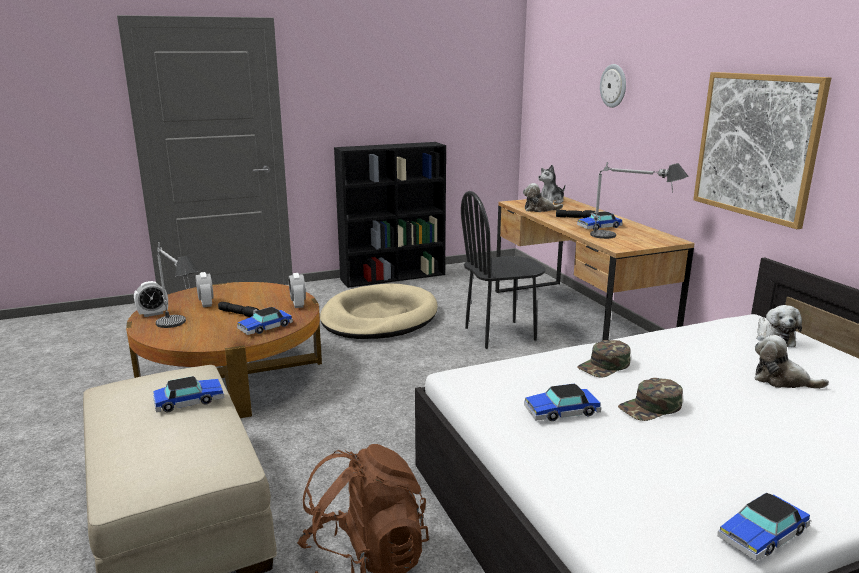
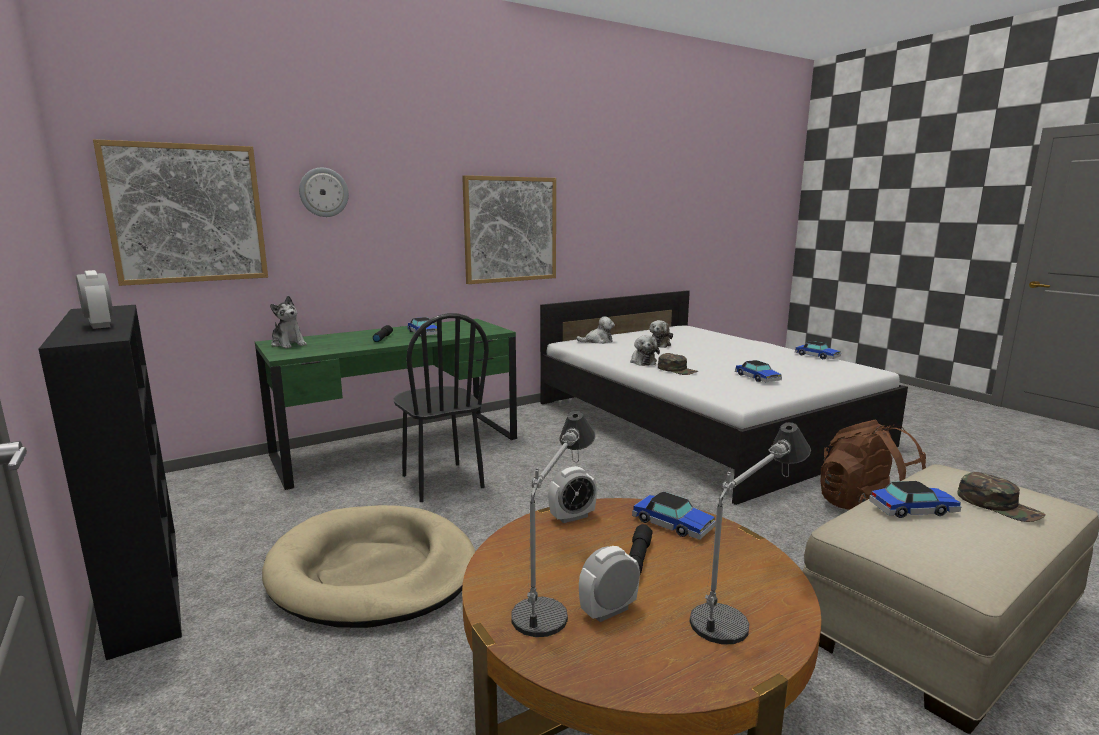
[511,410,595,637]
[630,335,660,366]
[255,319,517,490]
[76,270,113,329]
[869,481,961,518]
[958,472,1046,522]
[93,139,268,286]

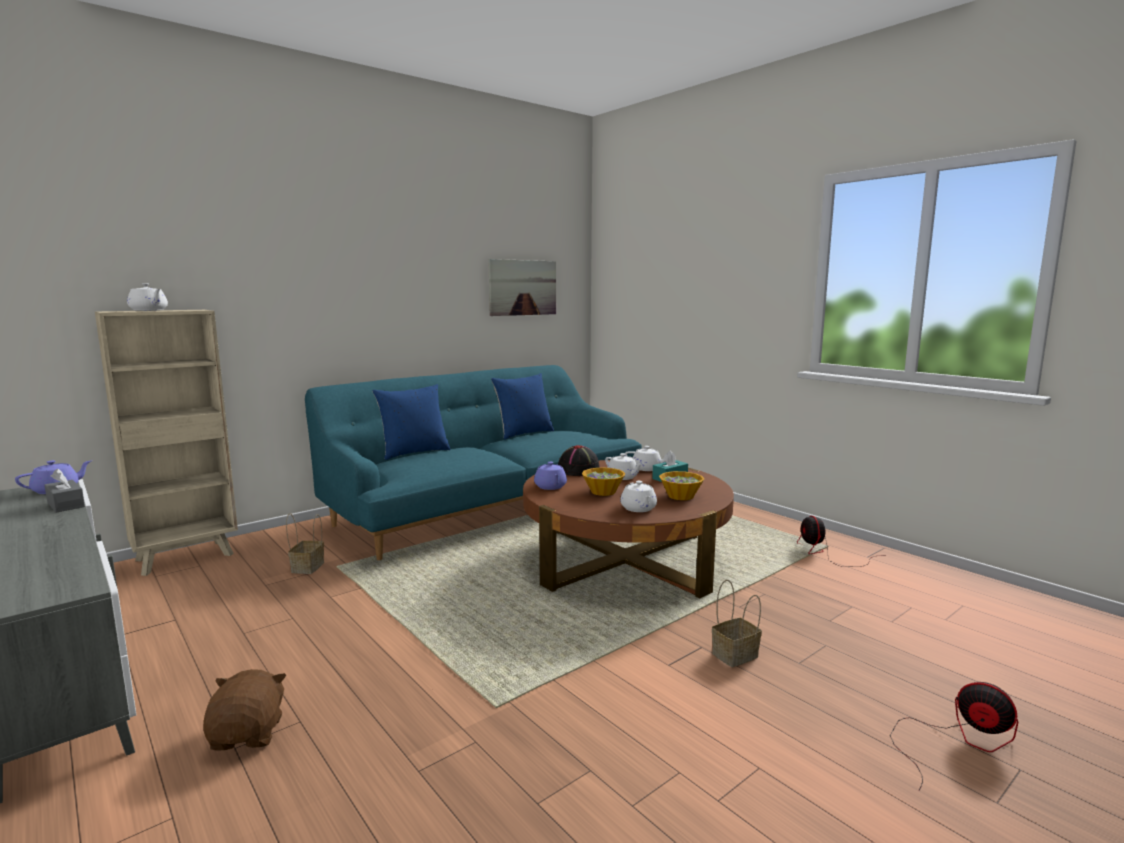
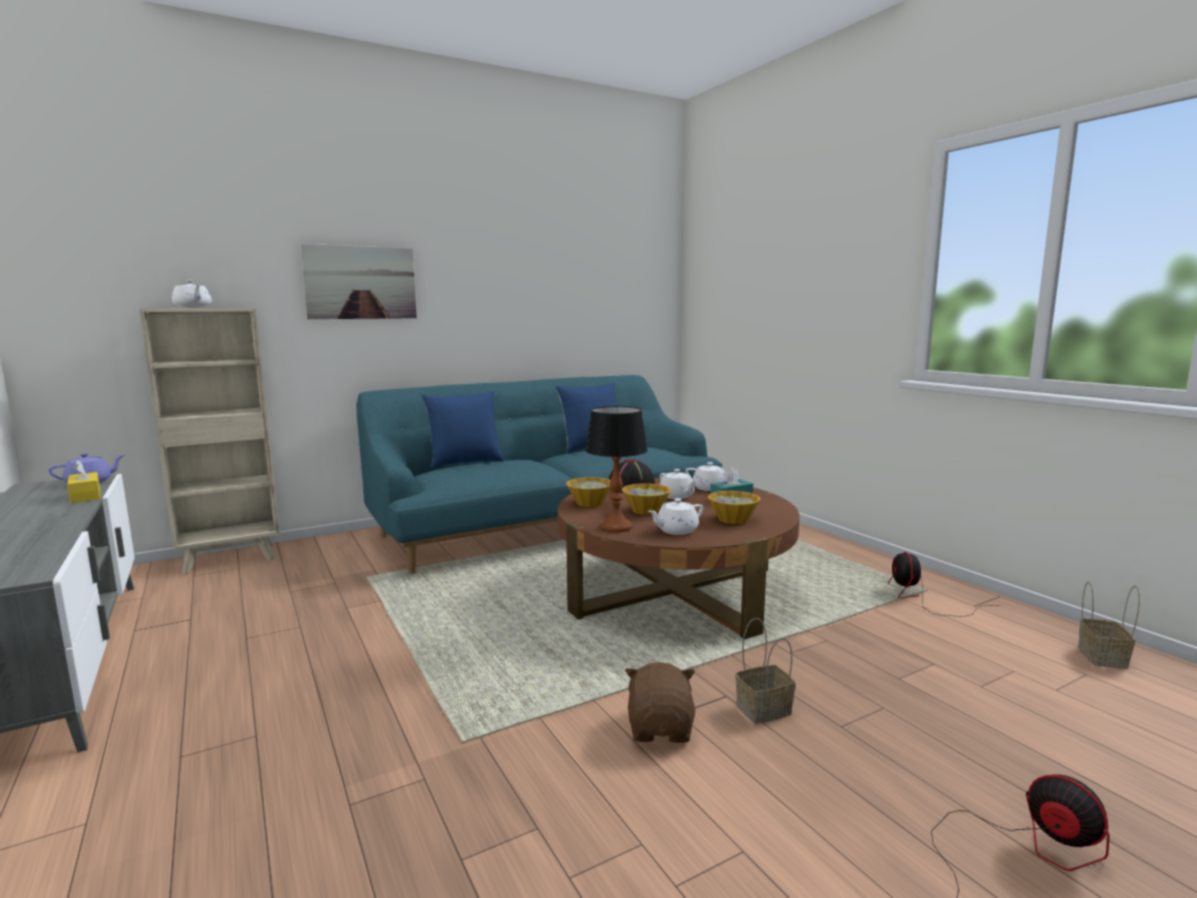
[300,244,417,319]
[566,477,611,507]
[67,460,101,503]
[648,498,703,535]
[1078,582,1140,669]
[625,662,695,743]
[585,406,647,532]

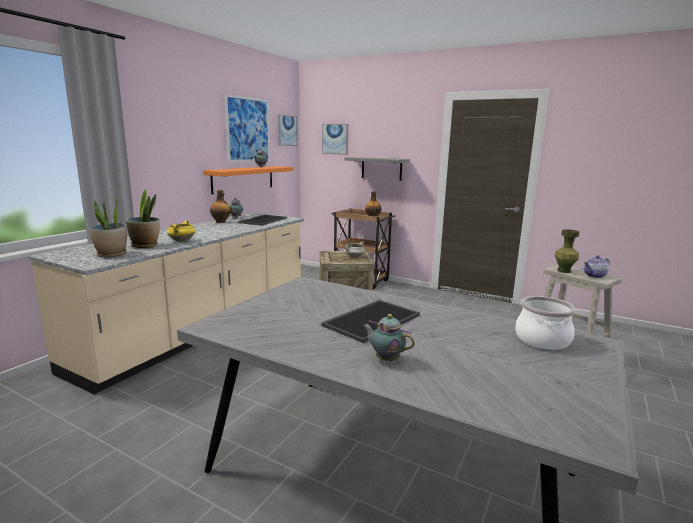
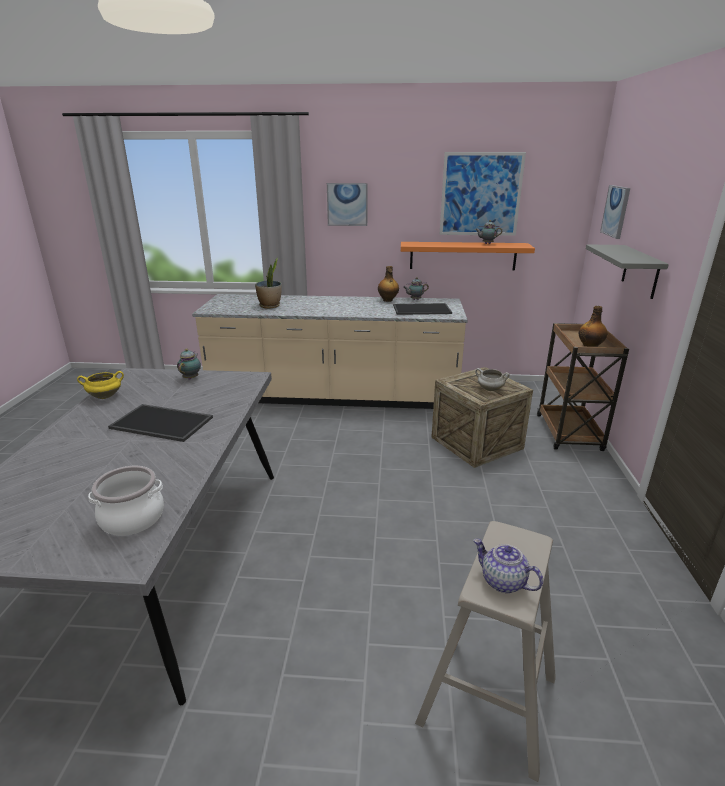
[327,183,368,226]
[89,195,127,257] (first image)
[77,371,124,399]
[555,229,580,273] (first image)
[177,349,201,380]

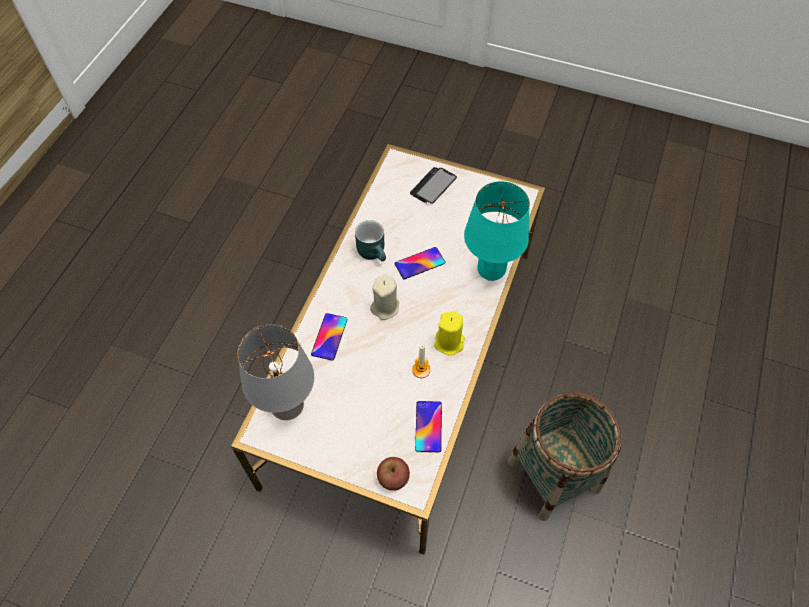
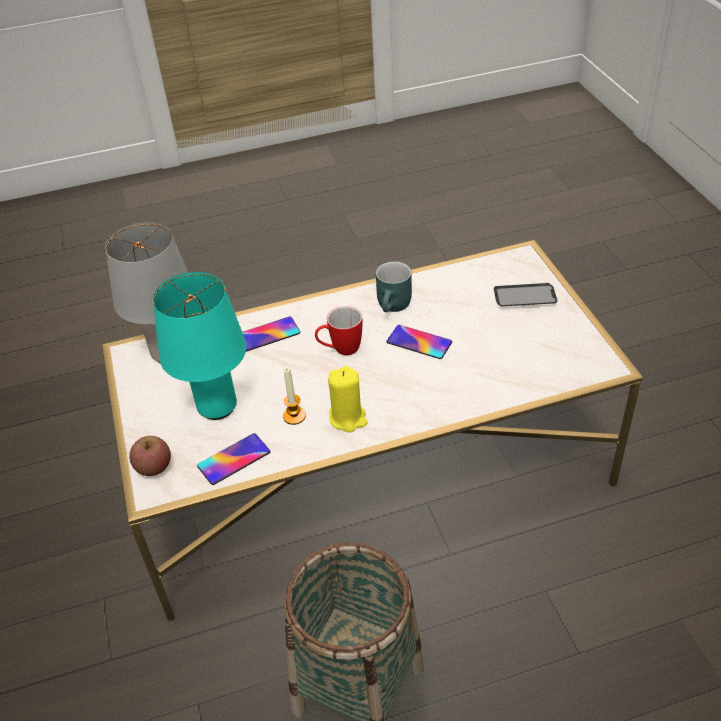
[153,272,246,420]
[315,306,362,355]

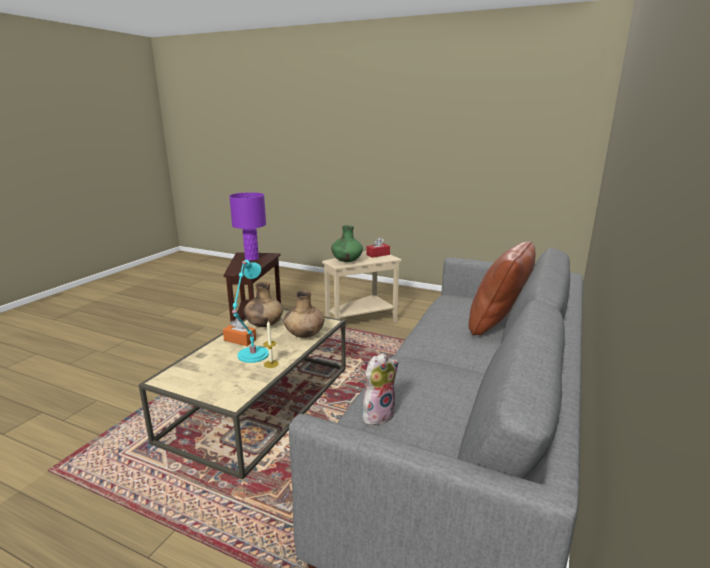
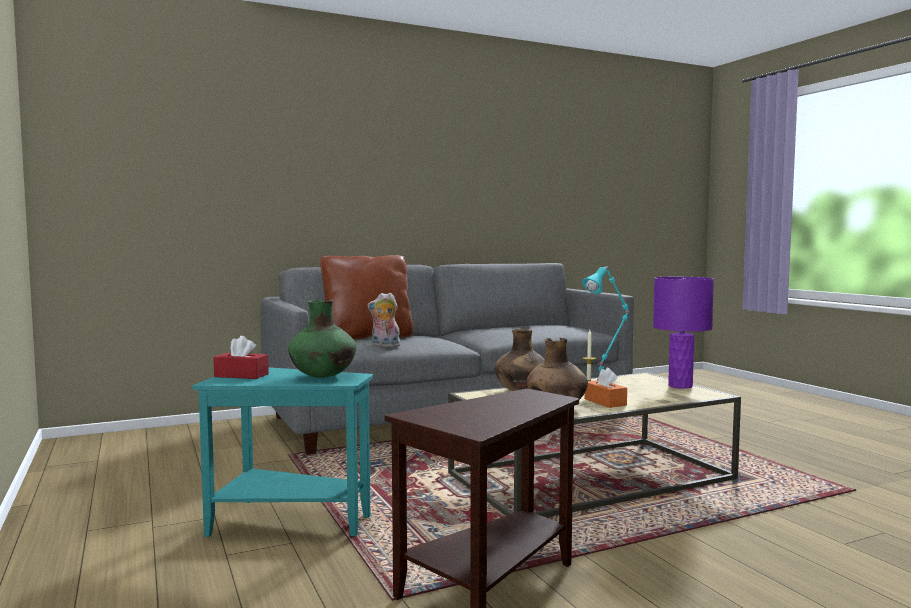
[653,277,714,389]
[193,367,373,537]
[367,293,402,347]

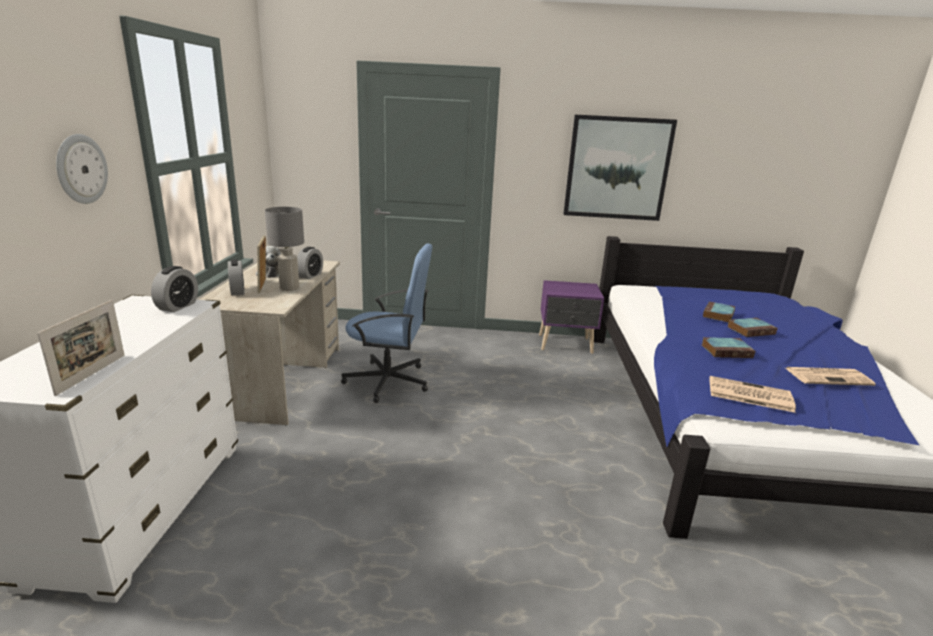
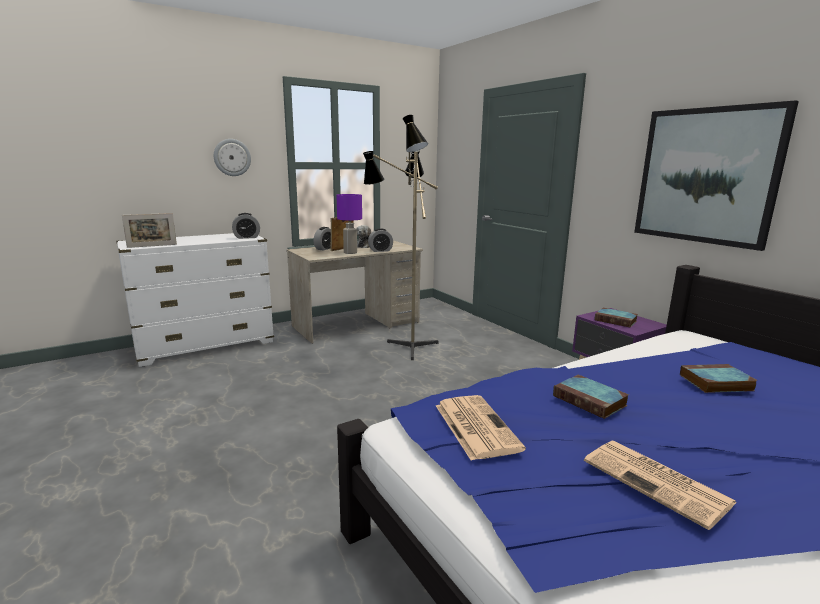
[336,194,362,254]
[363,115,439,360]
[594,308,638,328]

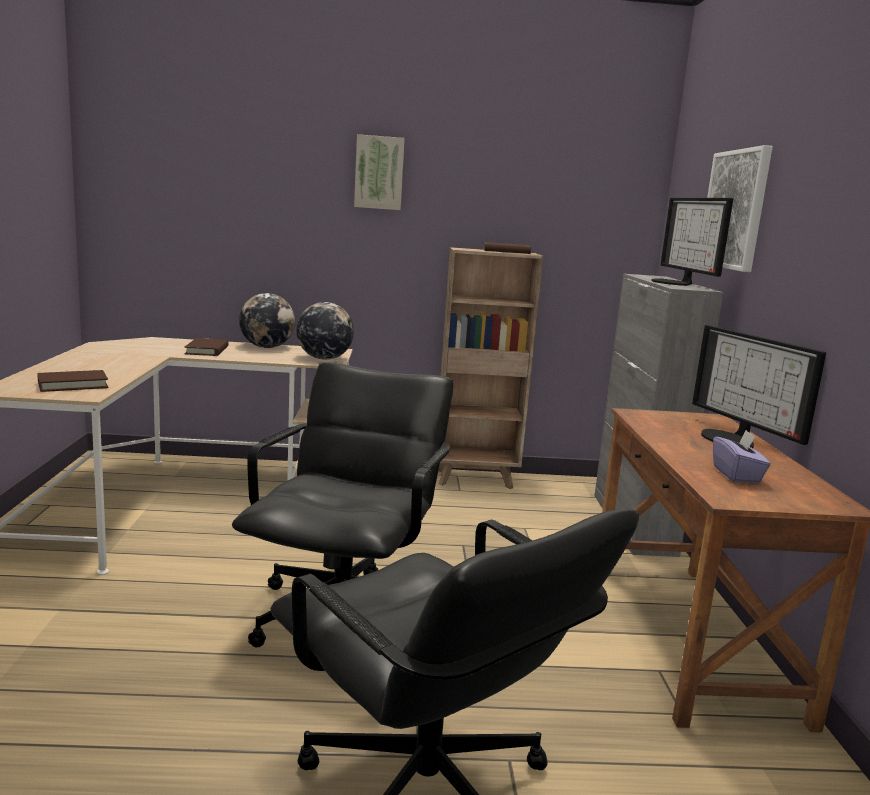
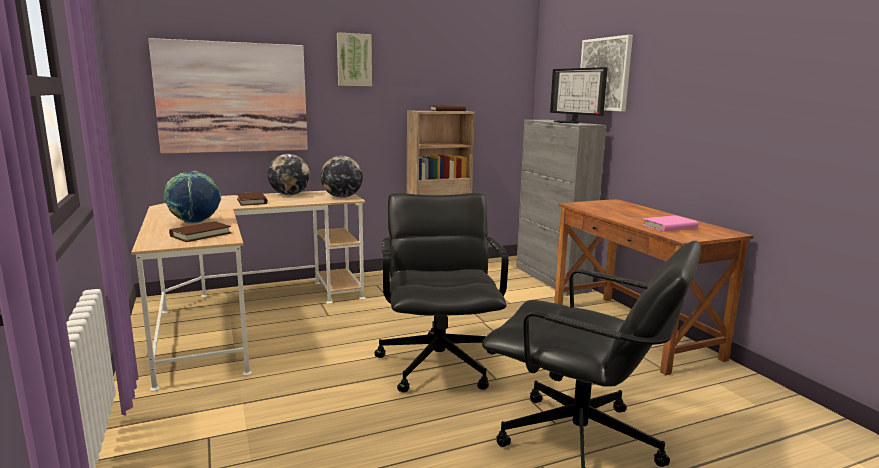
[692,325,826,448] (first image)
[642,215,699,232]
[148,38,308,154]
[164,171,221,224]

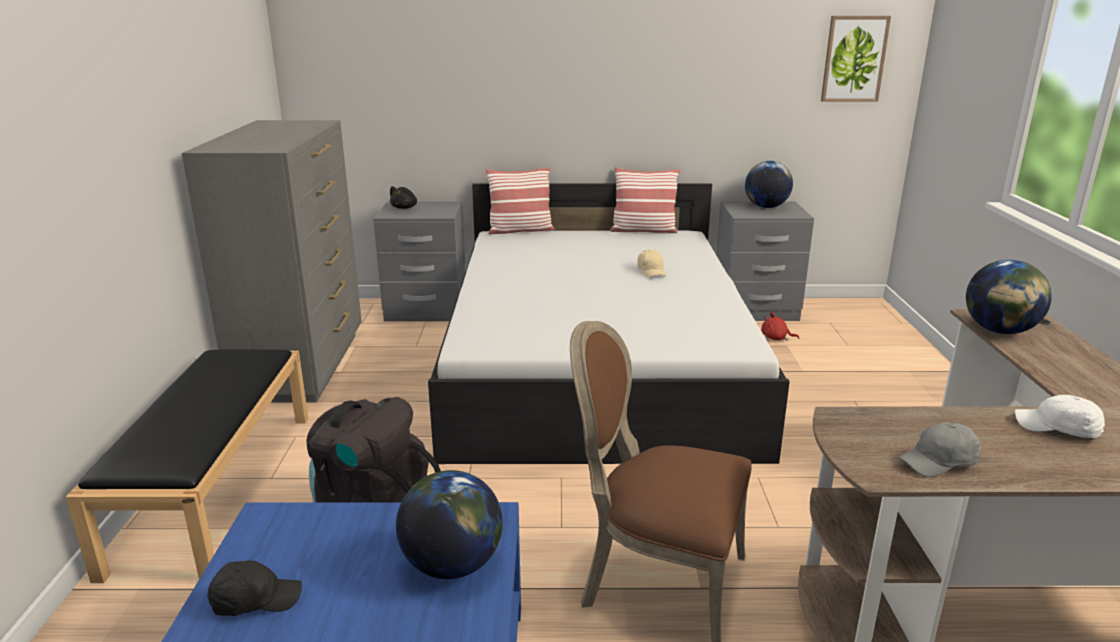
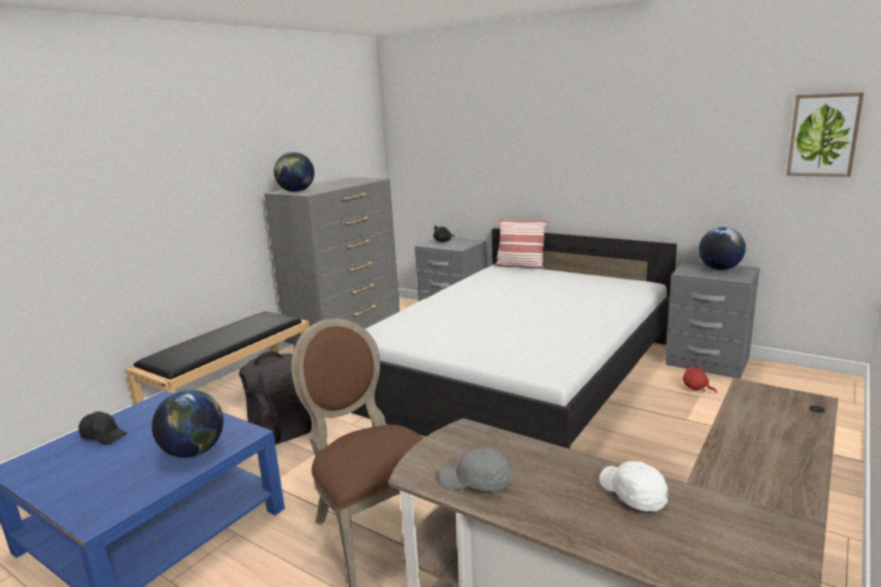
[610,167,680,233] (first image)
[637,250,666,278] (first image)
[274,152,314,192]

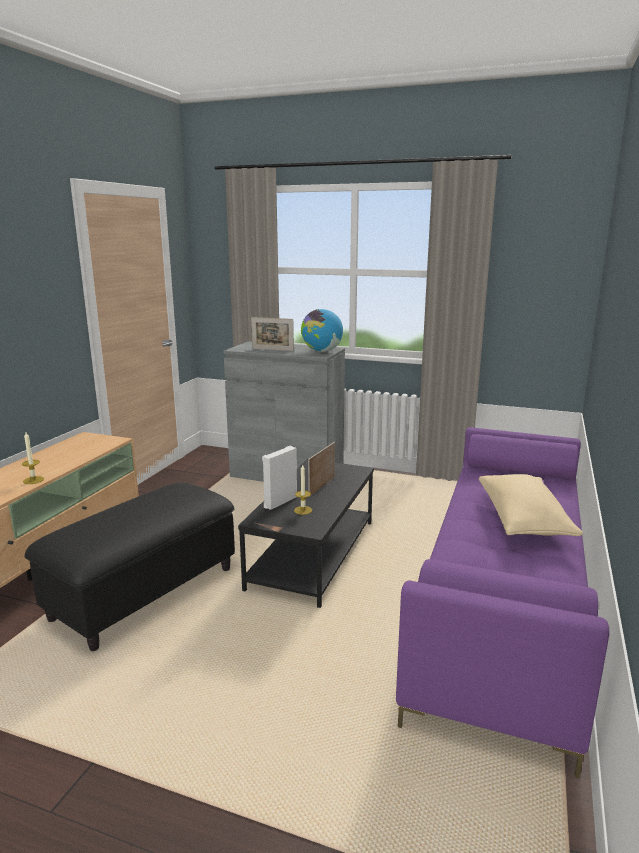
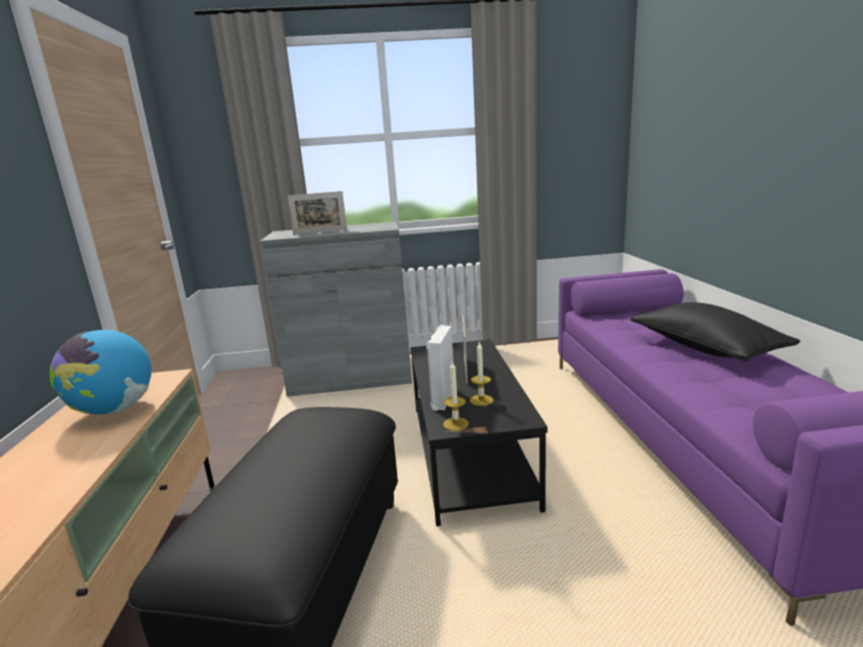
[50,330,152,414]
[443,360,469,431]
[630,302,800,361]

